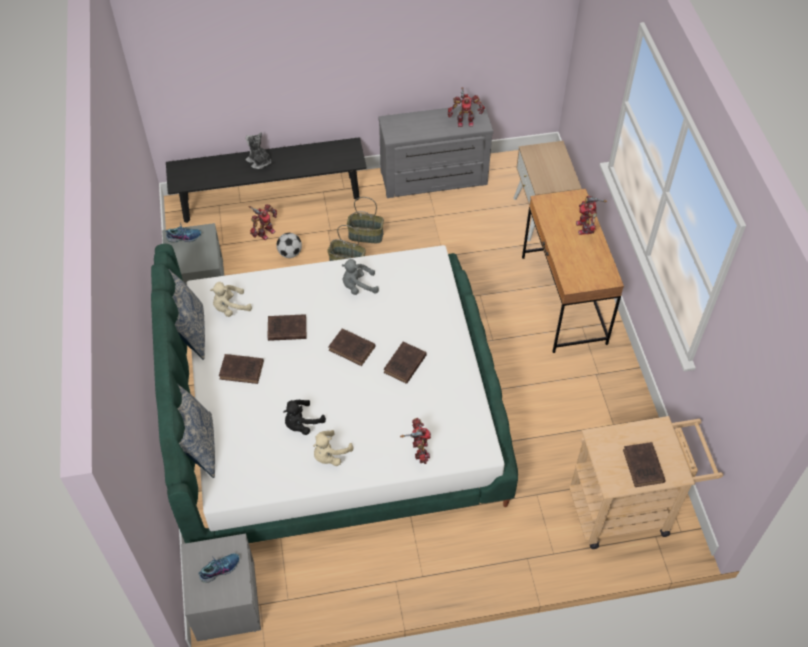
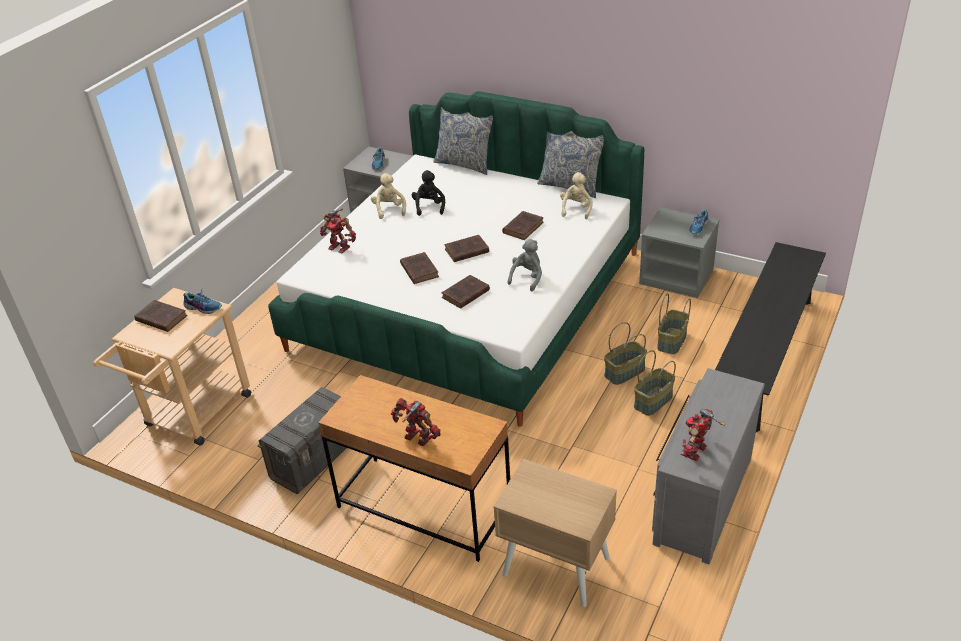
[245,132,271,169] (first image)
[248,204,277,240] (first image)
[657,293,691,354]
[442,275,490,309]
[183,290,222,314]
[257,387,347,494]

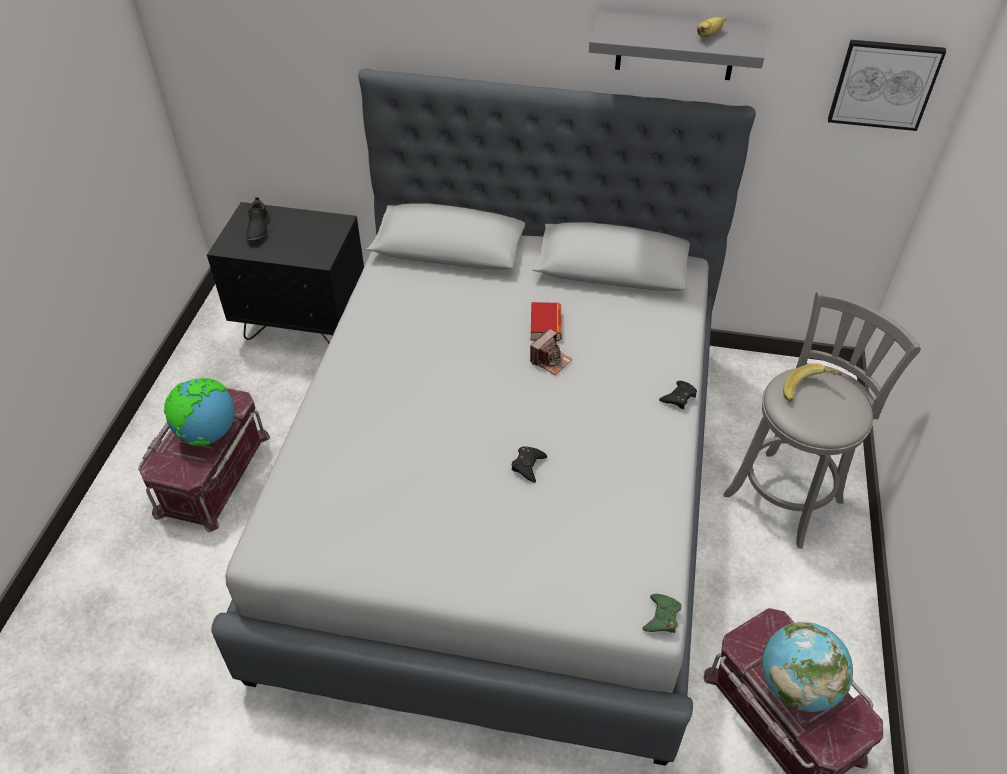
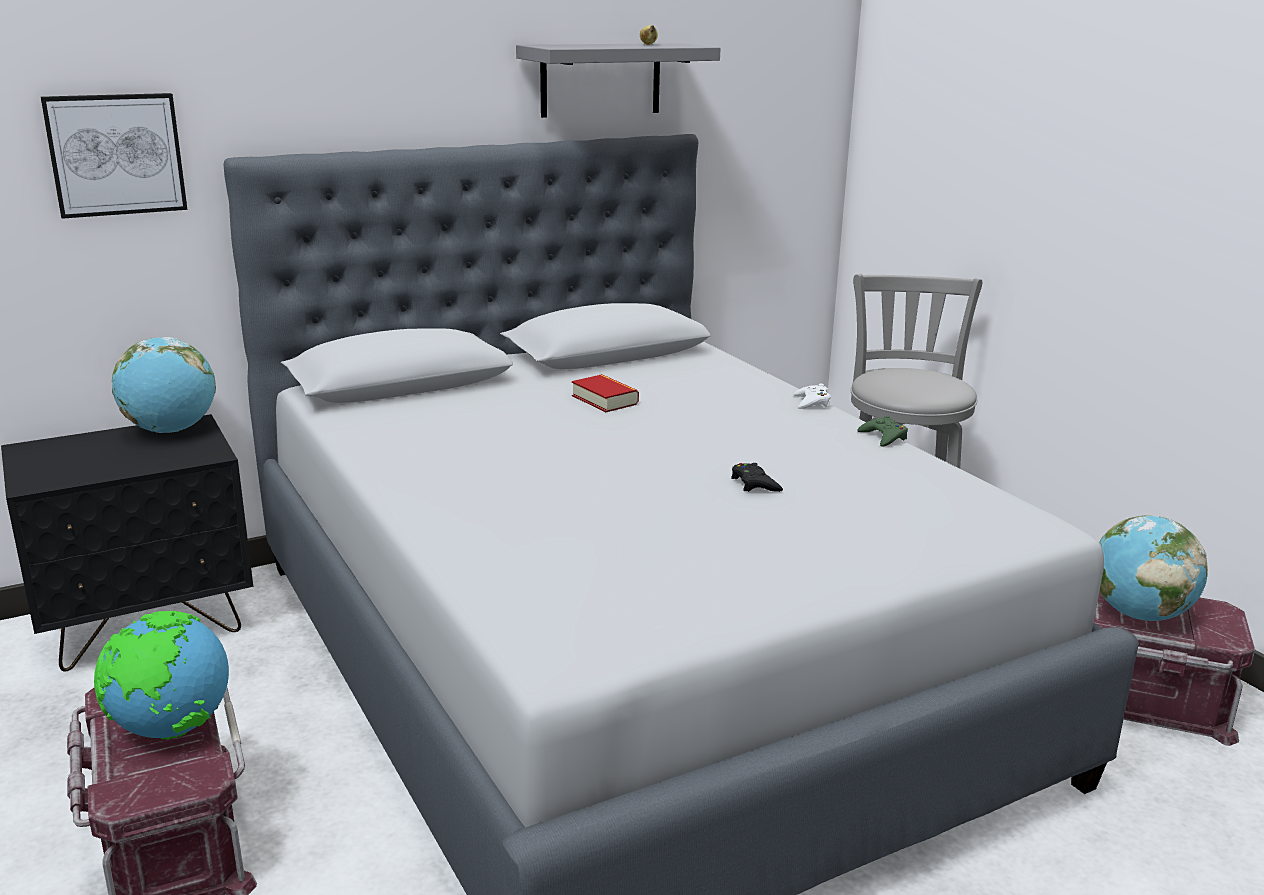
[41,93,187,219]
[246,197,268,242] (first image)
[530,328,573,375] (first image)
[783,363,842,402] (first image)
[794,384,831,409]
[858,415,908,447]
[112,337,216,433]

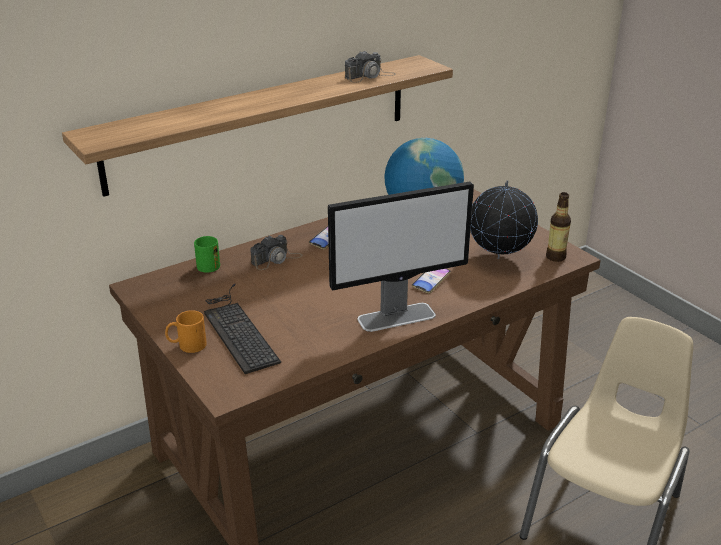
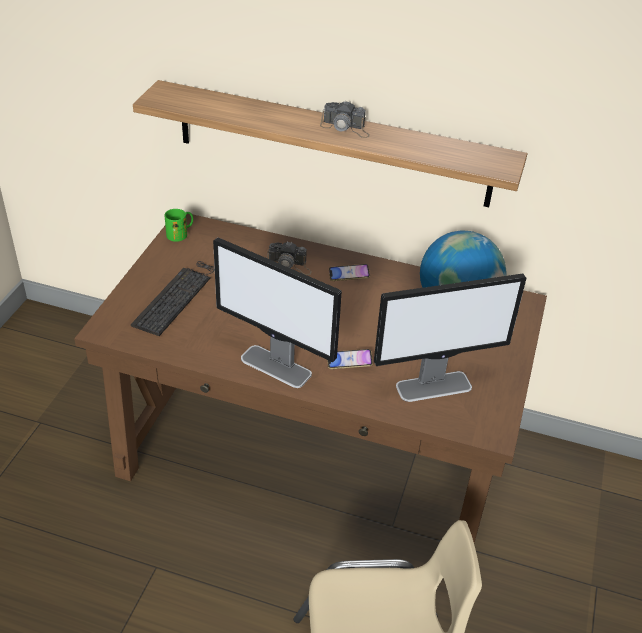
[320,100,370,138]
[374,274,526,402]
[546,192,571,262] (first image)
[165,209,193,242]
[165,310,207,353] (first image)

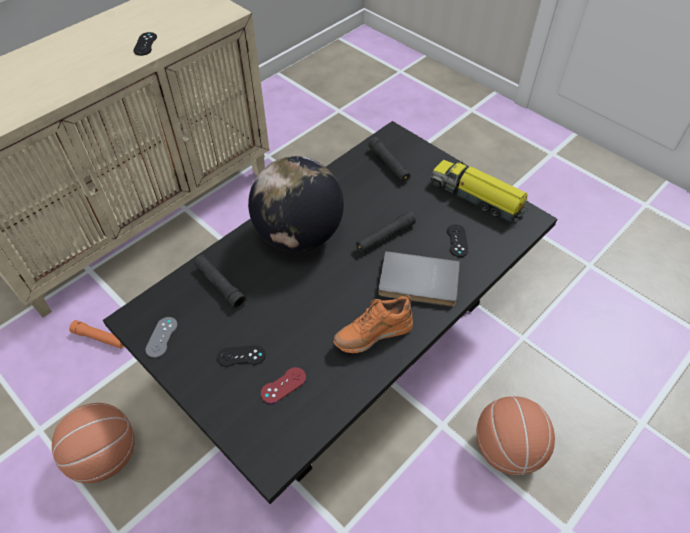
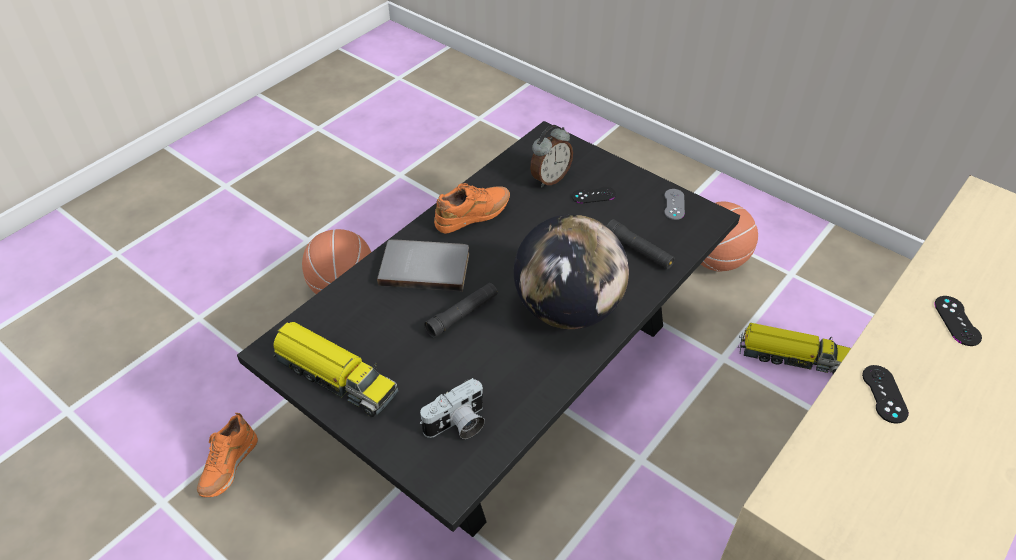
[420,378,485,439]
[934,296,982,346]
[738,323,851,374]
[530,125,573,187]
[197,413,258,497]

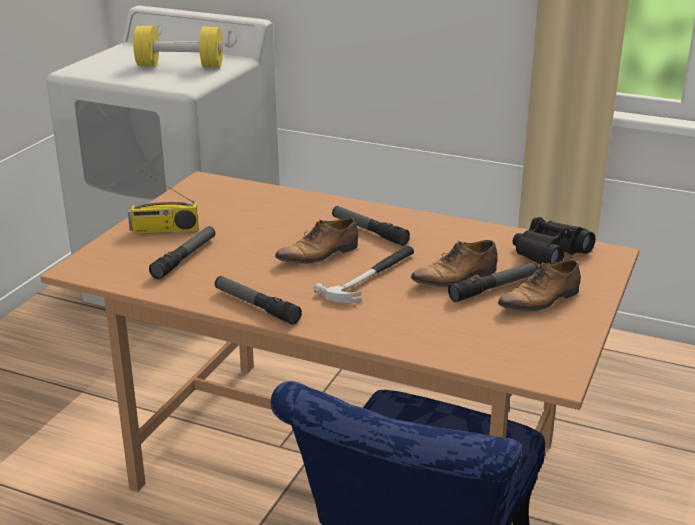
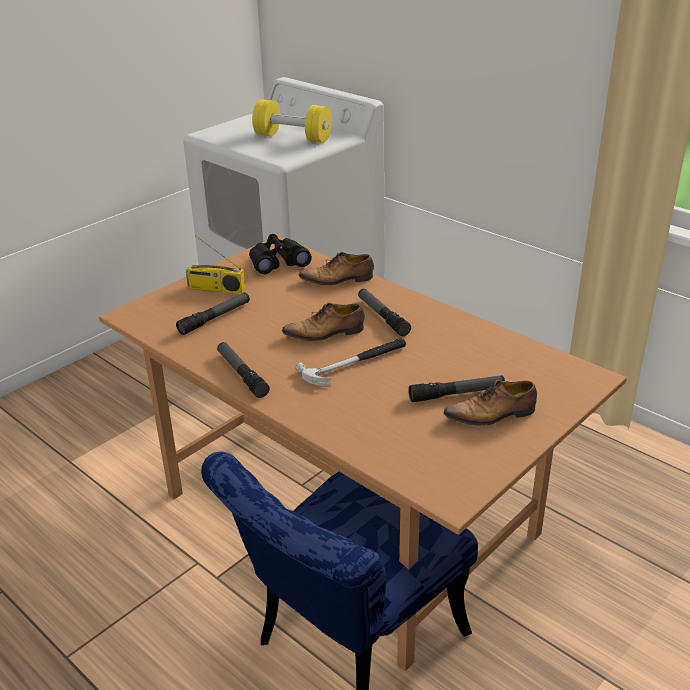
[249,234,312,274]
[299,252,374,285]

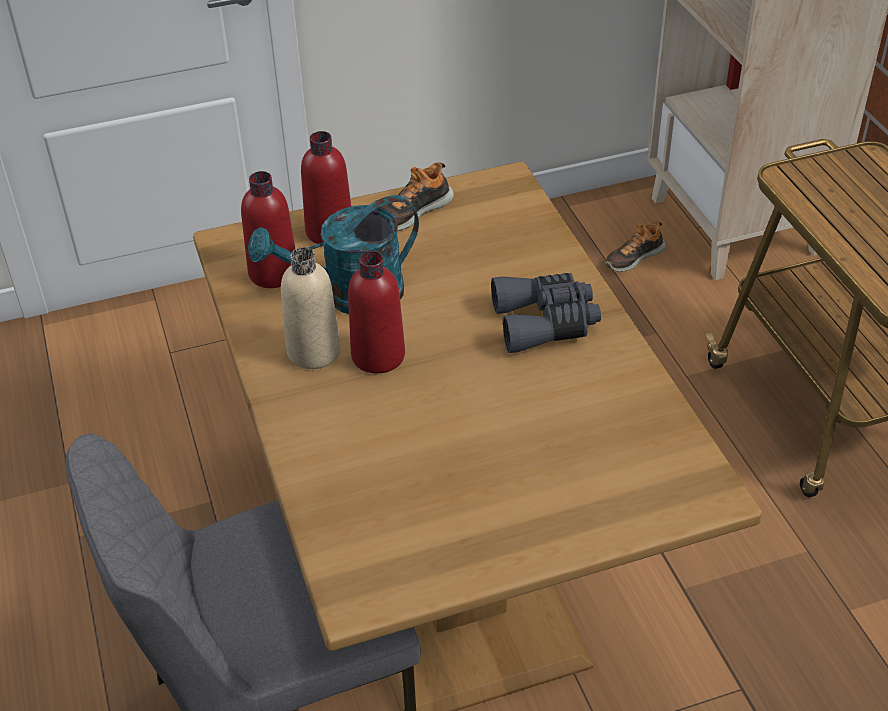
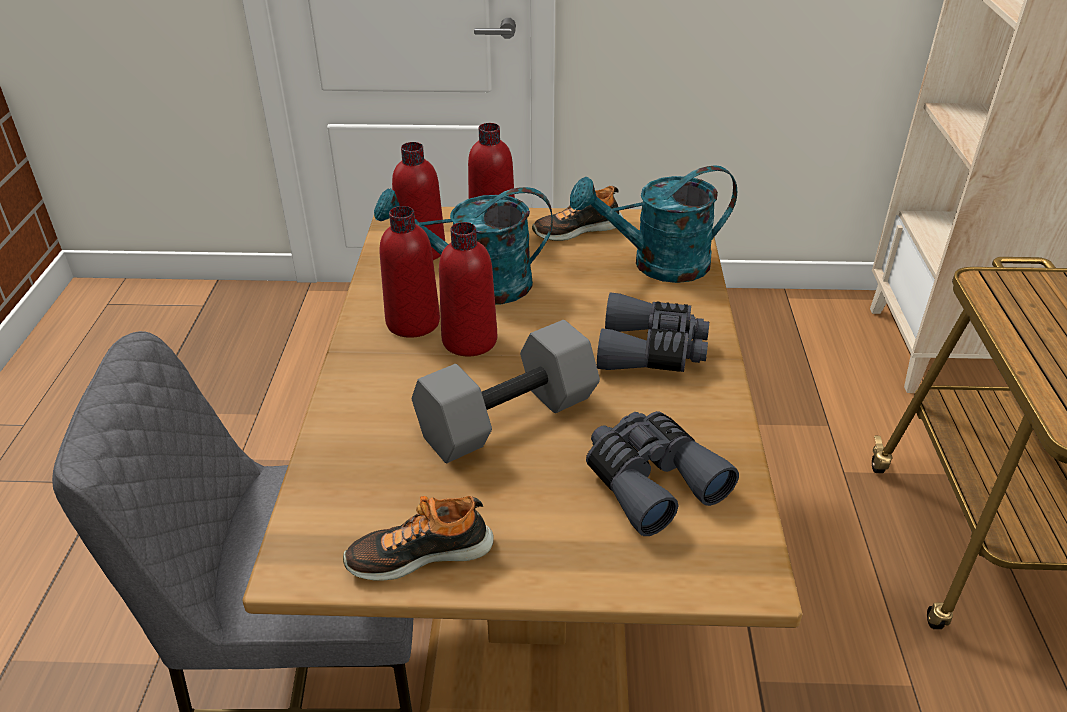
[343,496,494,581]
[379,206,440,338]
[570,165,737,283]
[412,320,600,463]
[586,411,739,536]

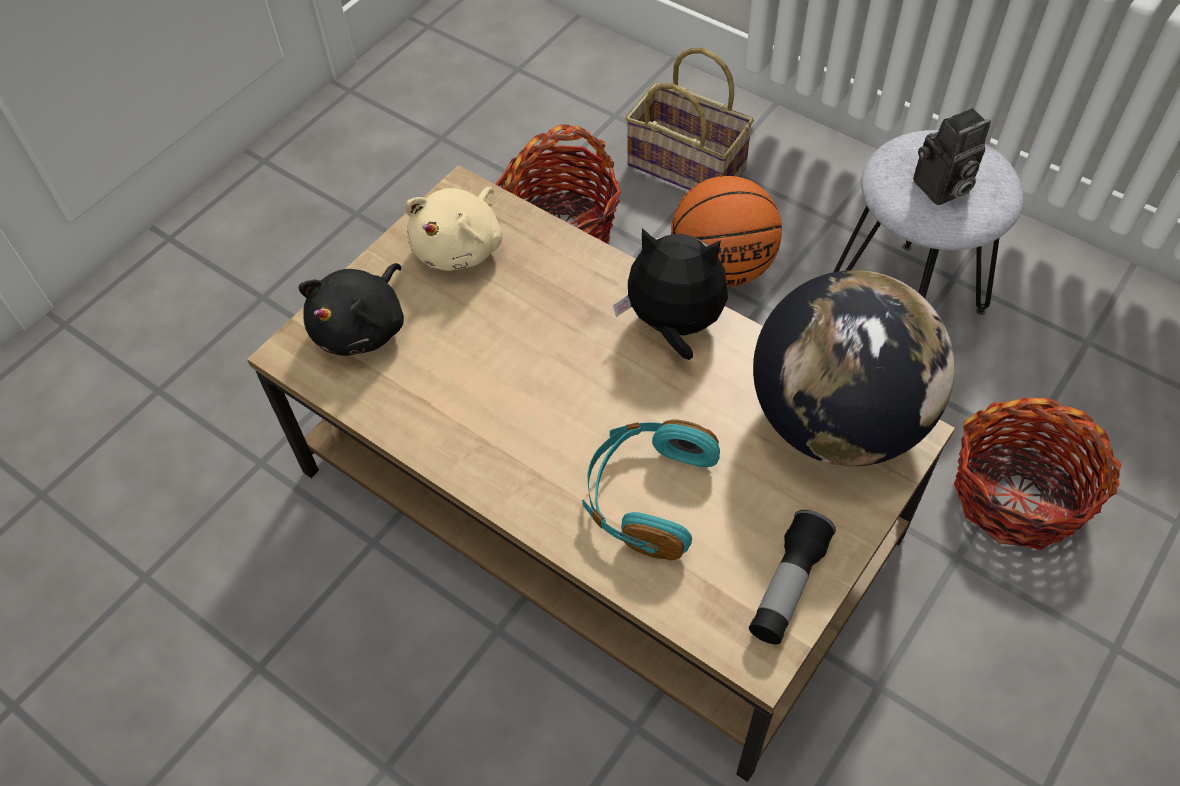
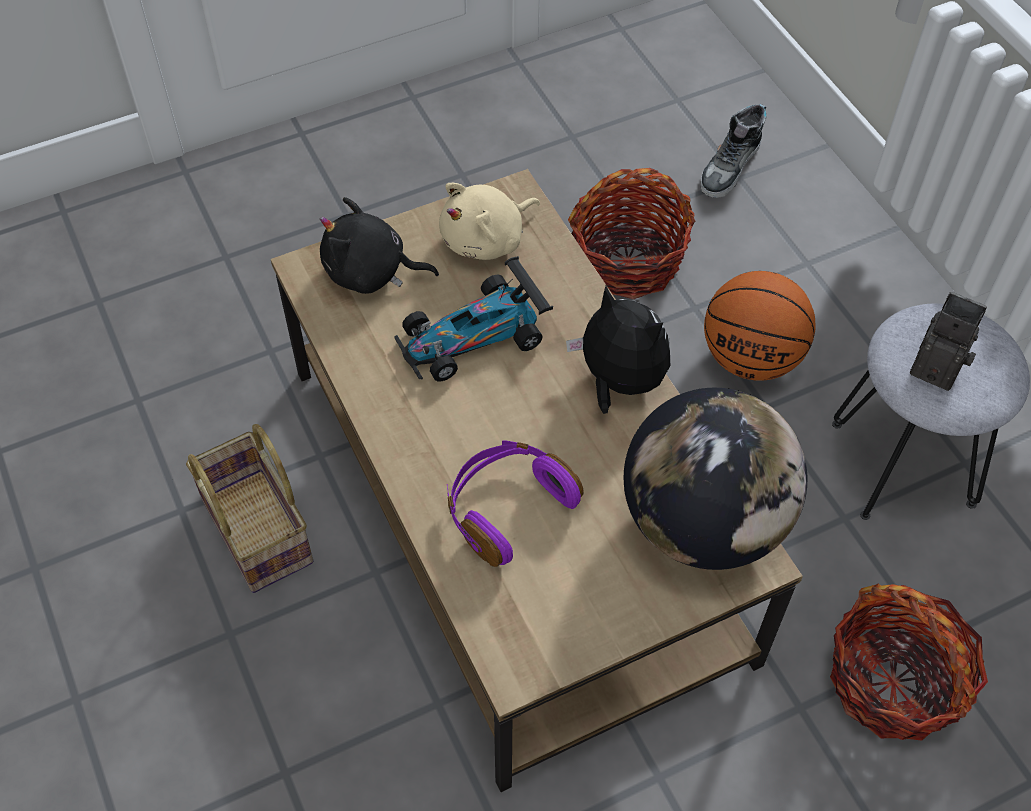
[186,424,313,593]
[910,292,987,391]
[320,197,439,294]
[447,440,584,567]
[749,510,836,644] (first image)
[701,104,767,198]
[394,256,553,381]

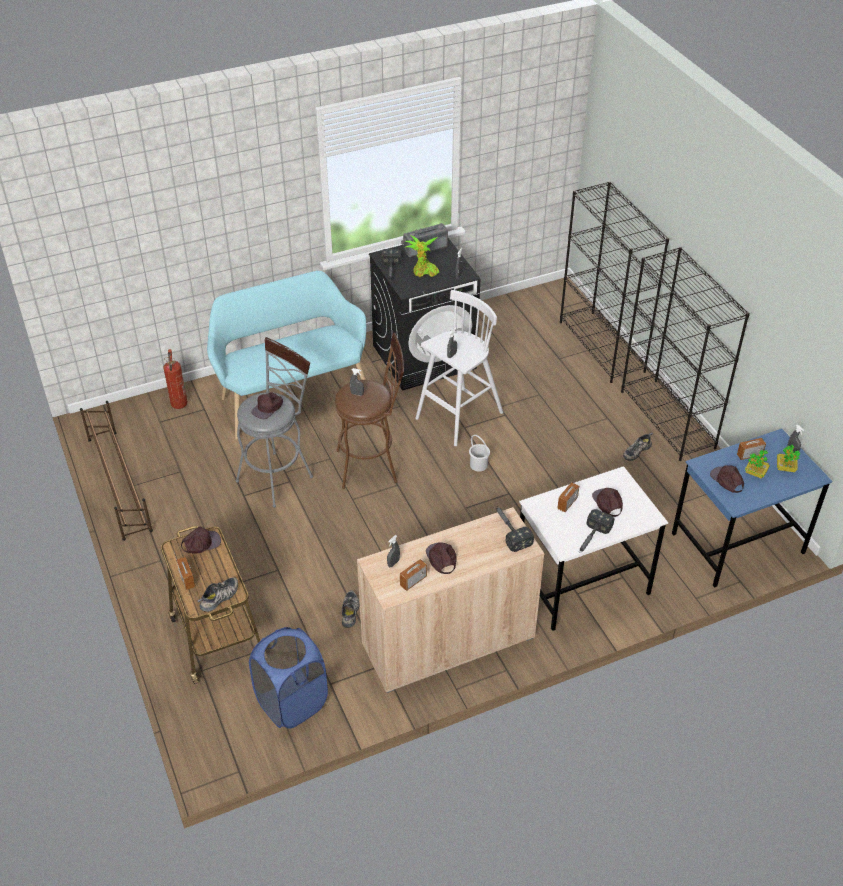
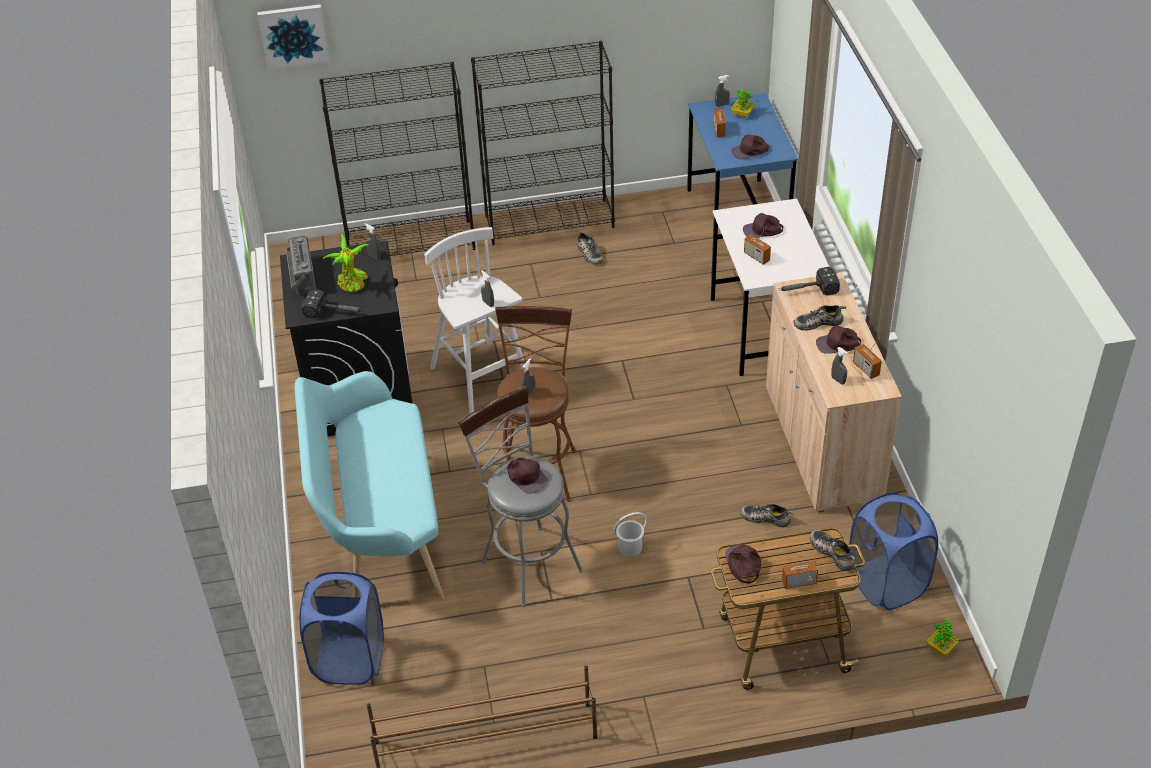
[299,571,384,685]
[613,512,647,557]
[926,619,959,657]
[579,509,614,553] (first image)
[258,4,330,69]
[793,305,846,330]

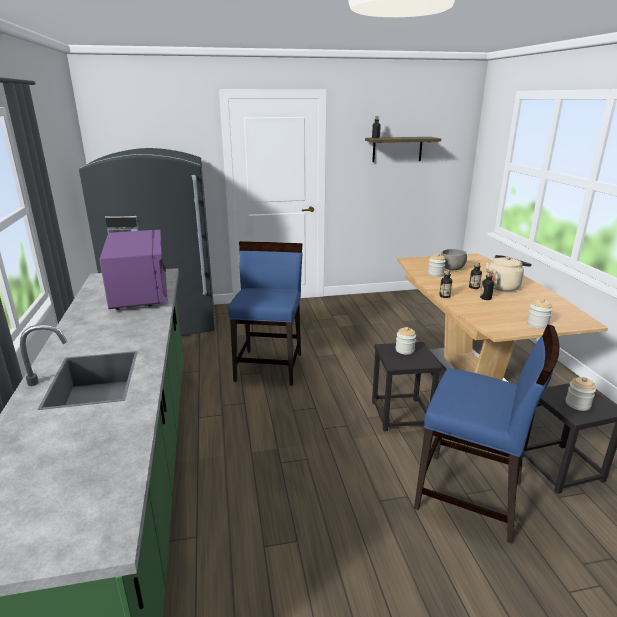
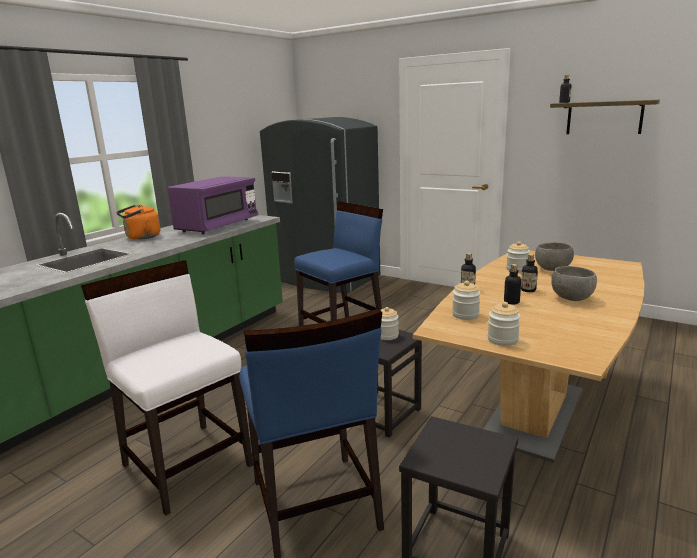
[551,266,597,301]
[452,281,481,320]
[116,204,160,240]
[81,260,253,516]

